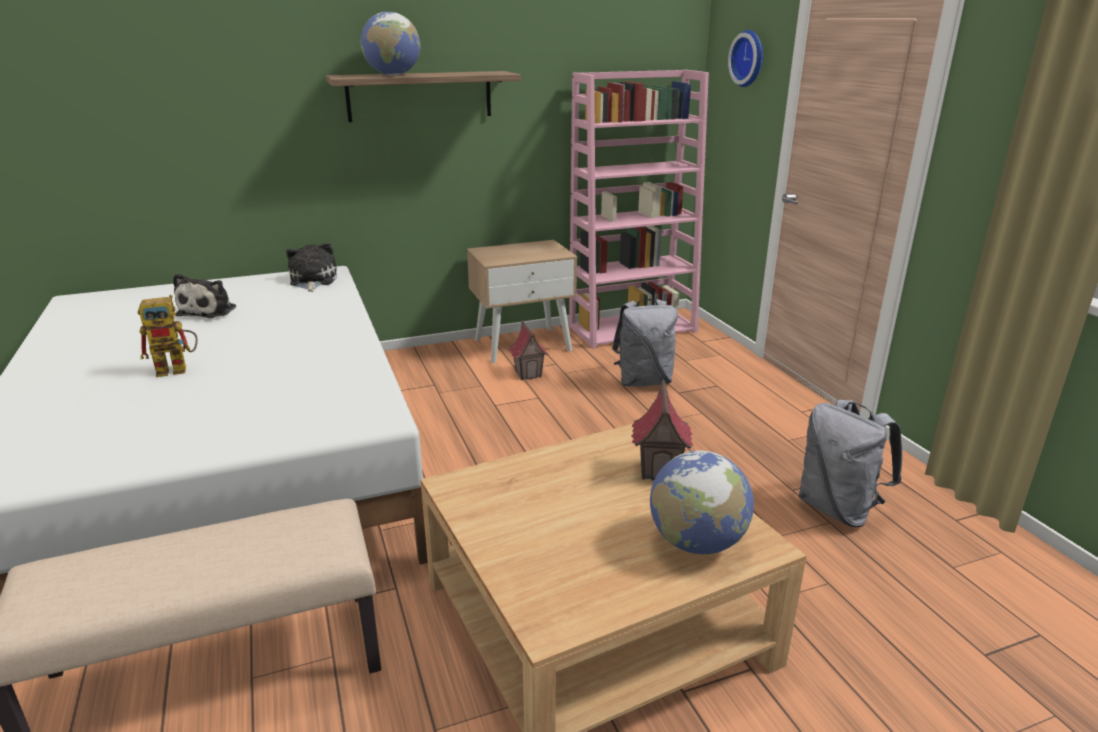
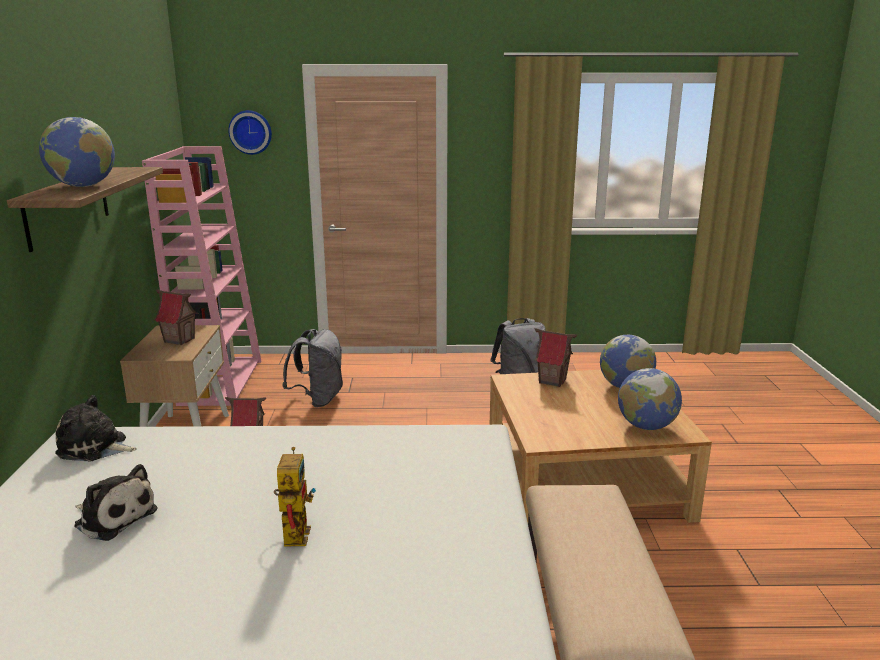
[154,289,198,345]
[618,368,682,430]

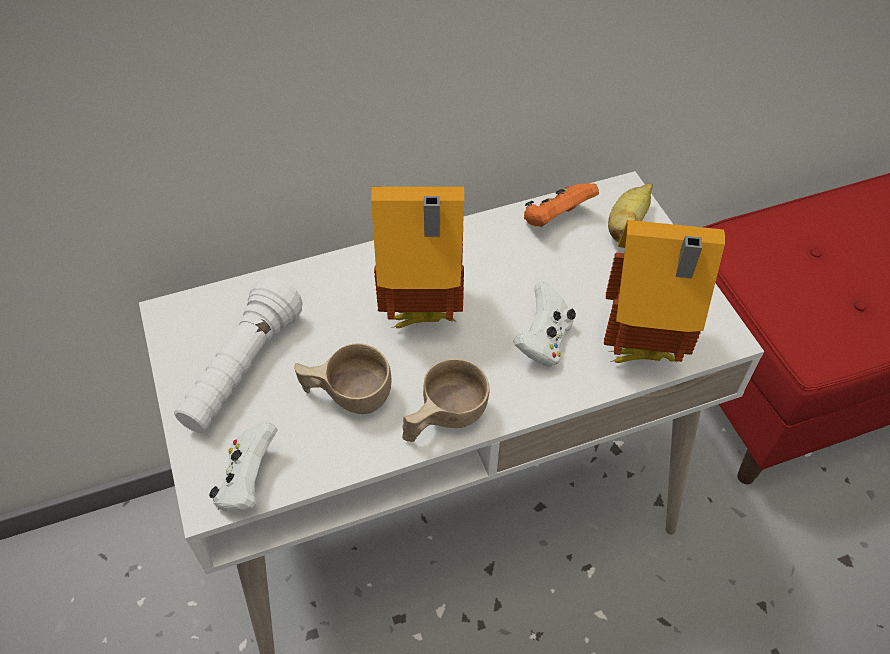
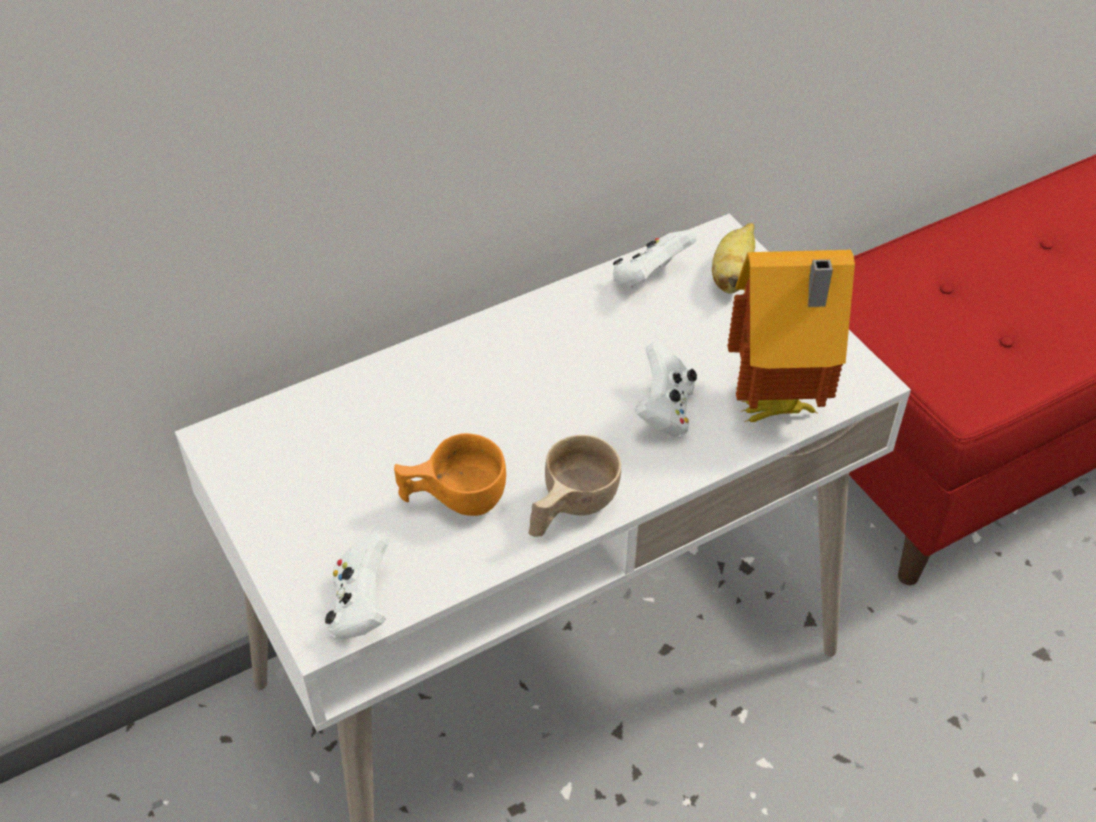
[174,277,302,433] (first image)
[394,433,506,516]
[371,187,464,328] (first image)
[613,230,696,288]

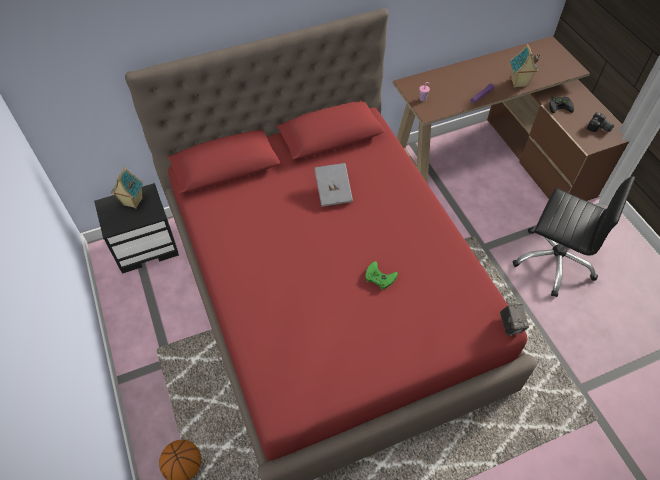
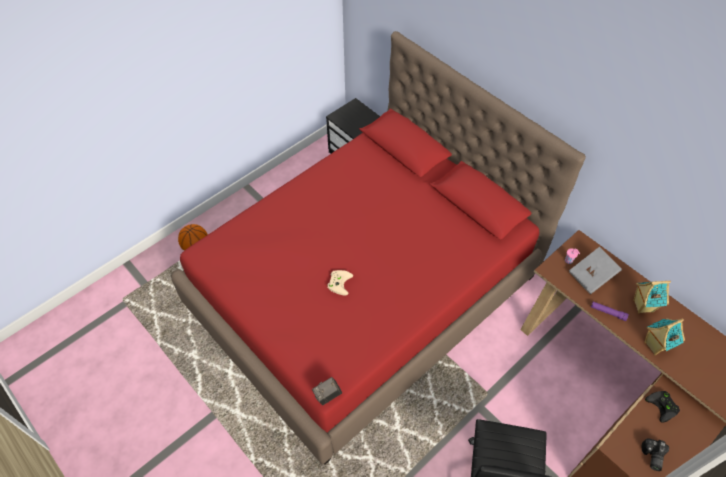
[633,281,671,313]
[569,247,622,294]
[327,270,353,295]

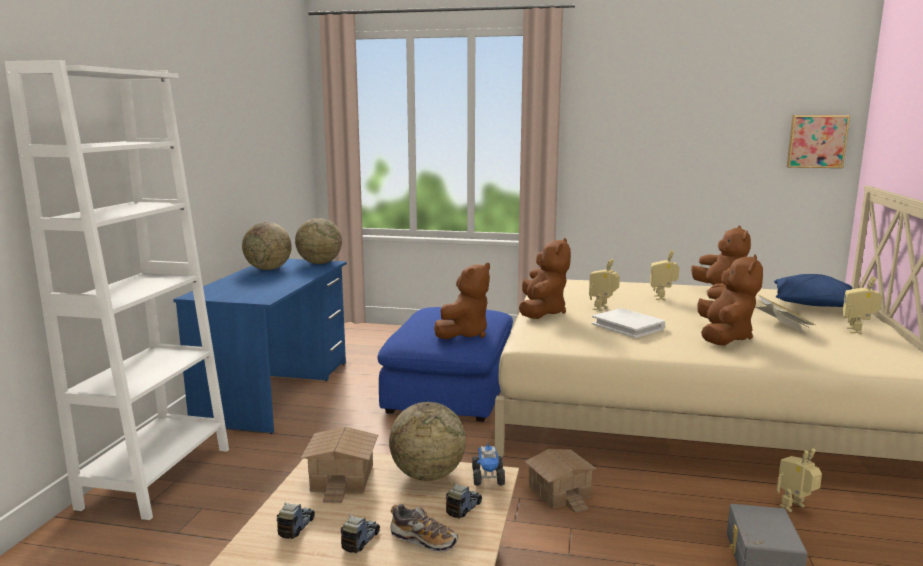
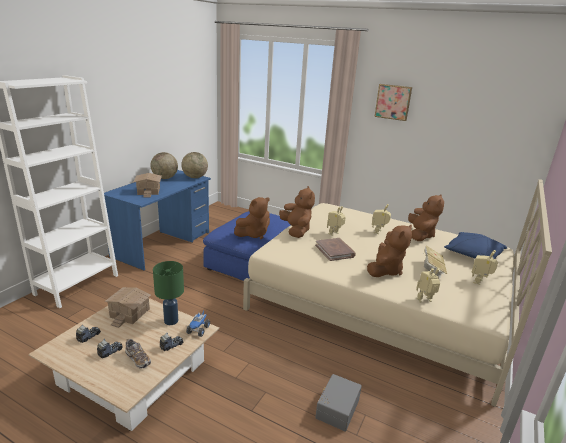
[153,261,184,325]
[279,186,315,238]
[134,173,162,197]
[315,238,356,261]
[416,268,440,303]
[374,84,412,121]

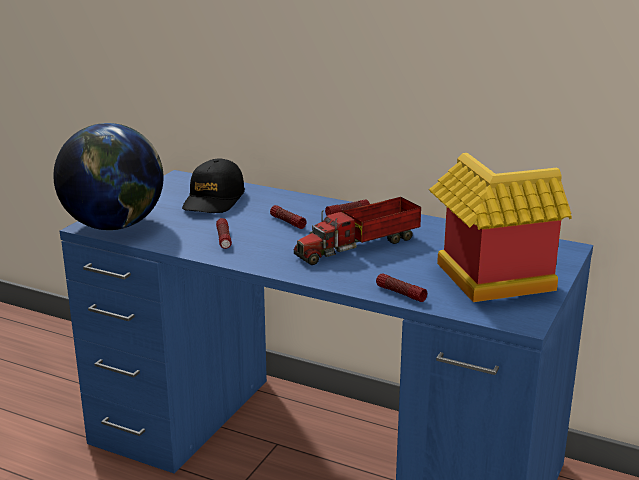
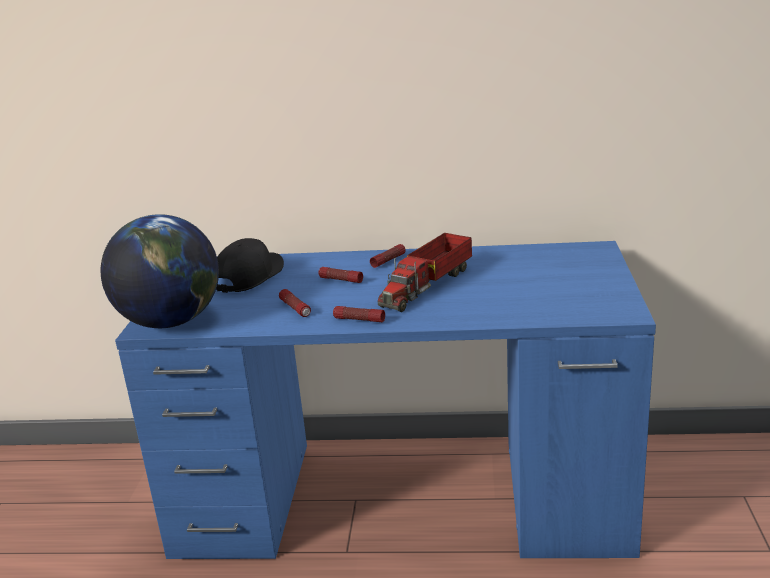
[216,238,284,293]
[333,306,385,322]
[429,153,572,302] (first image)

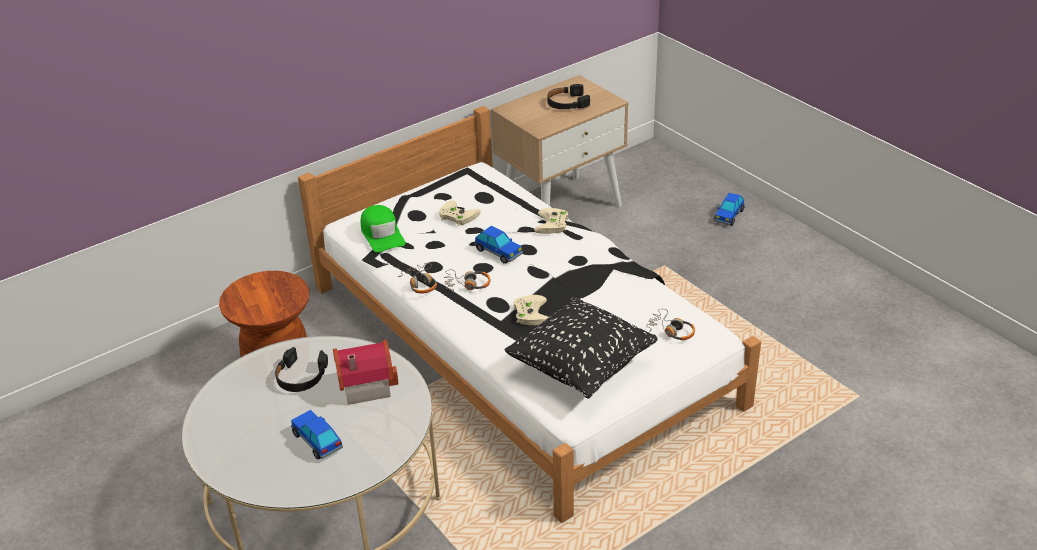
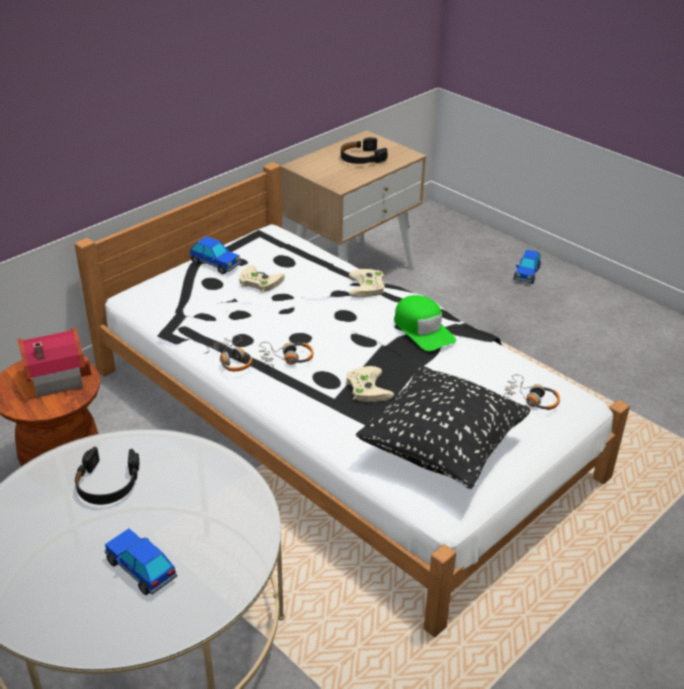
[18,327,91,397]
[394,295,456,351]
[189,236,241,274]

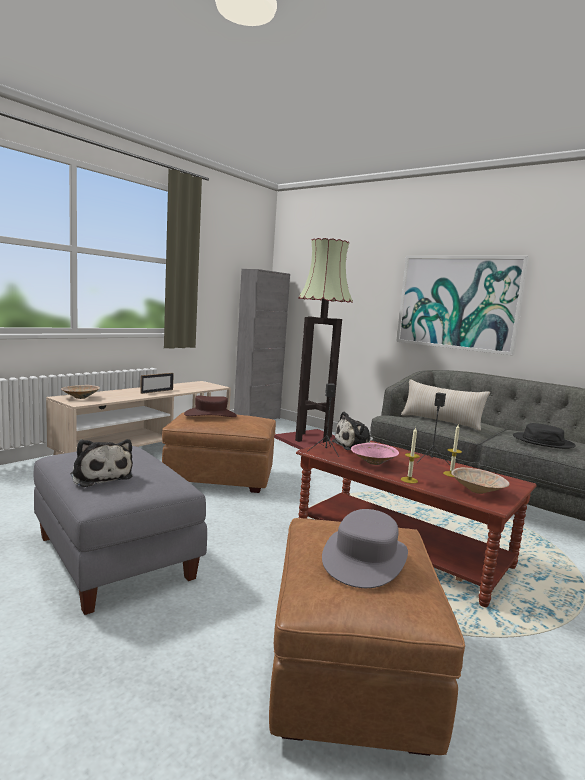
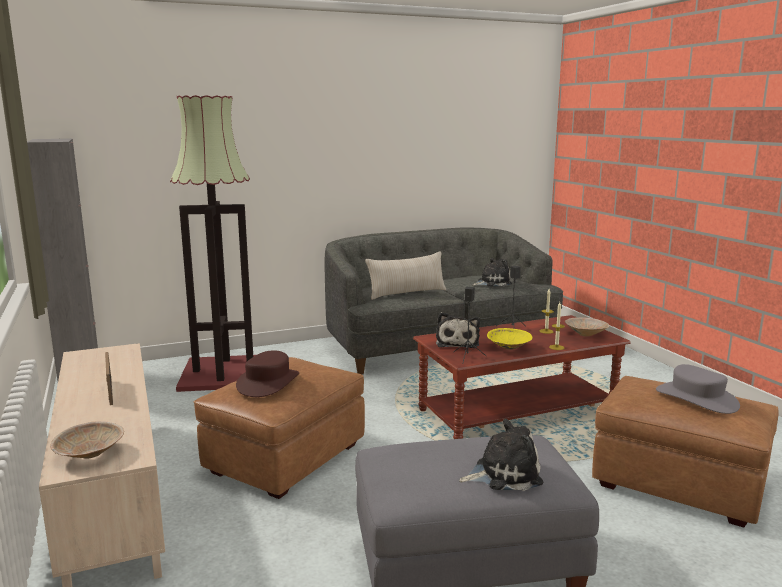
[487,328,533,350]
[396,256,529,355] (first image)
[472,258,512,286]

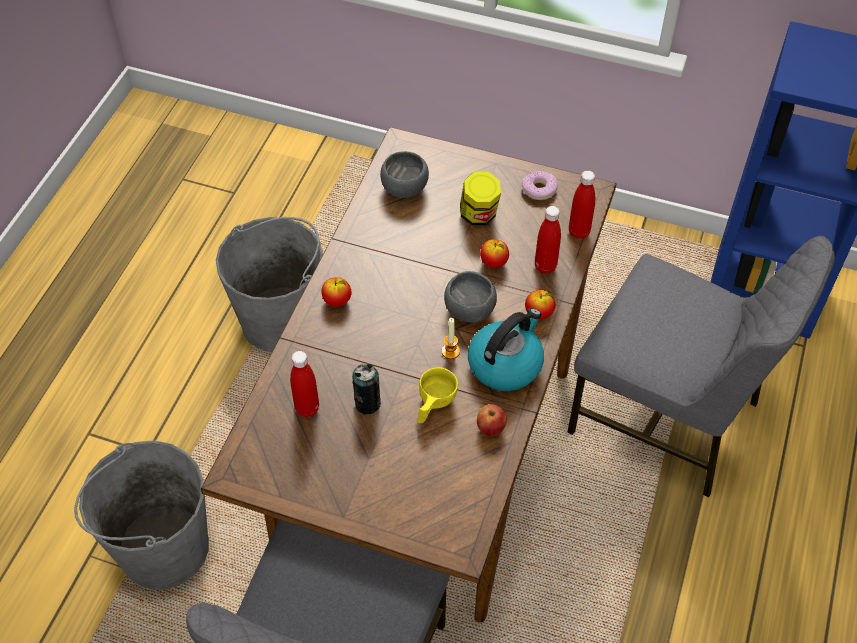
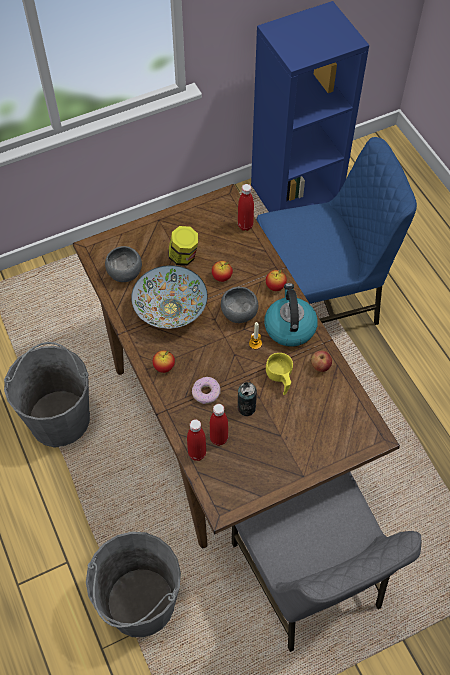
[192,377,221,404]
[187,419,206,461]
[256,137,417,325]
[131,265,208,329]

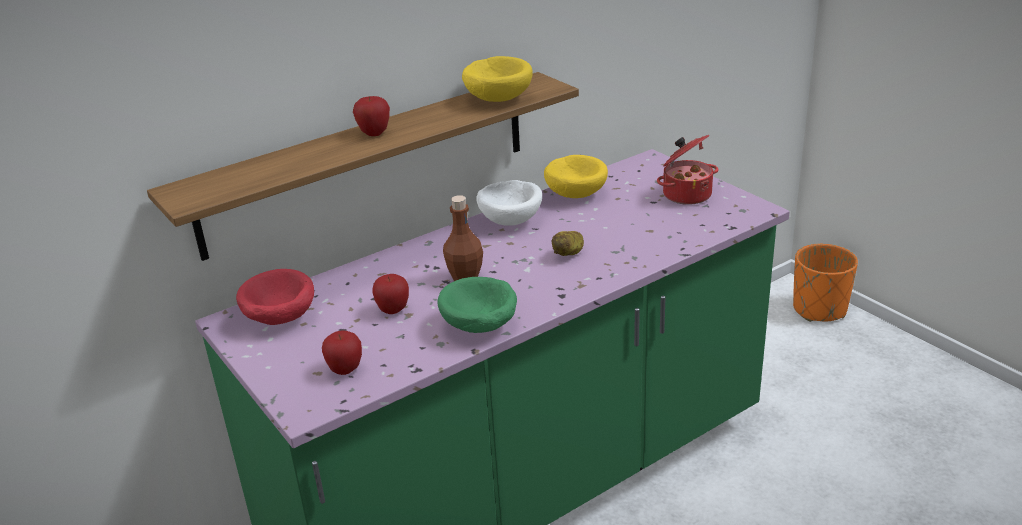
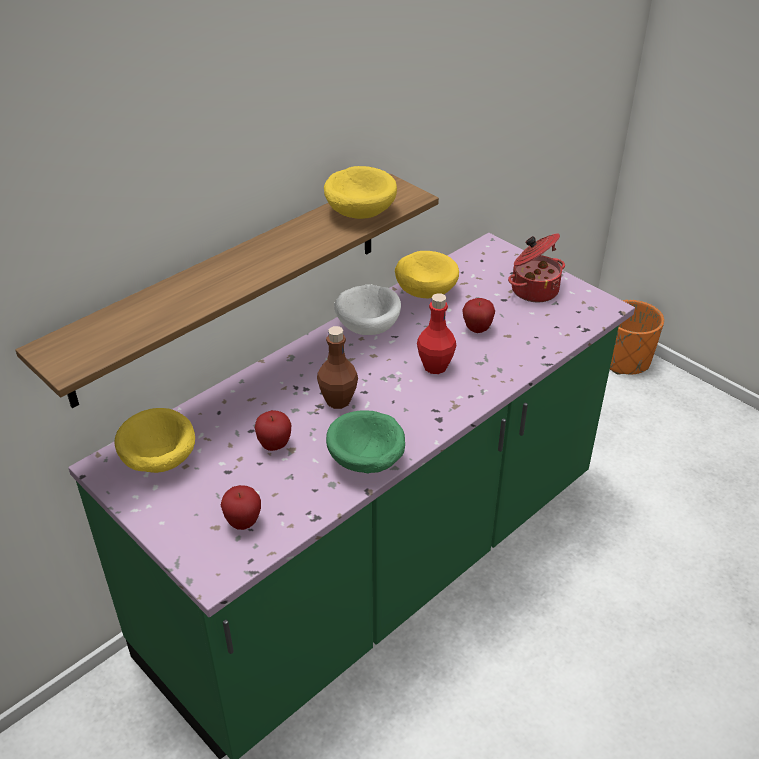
[114,408,195,473]
[462,298,495,333]
[417,293,456,374]

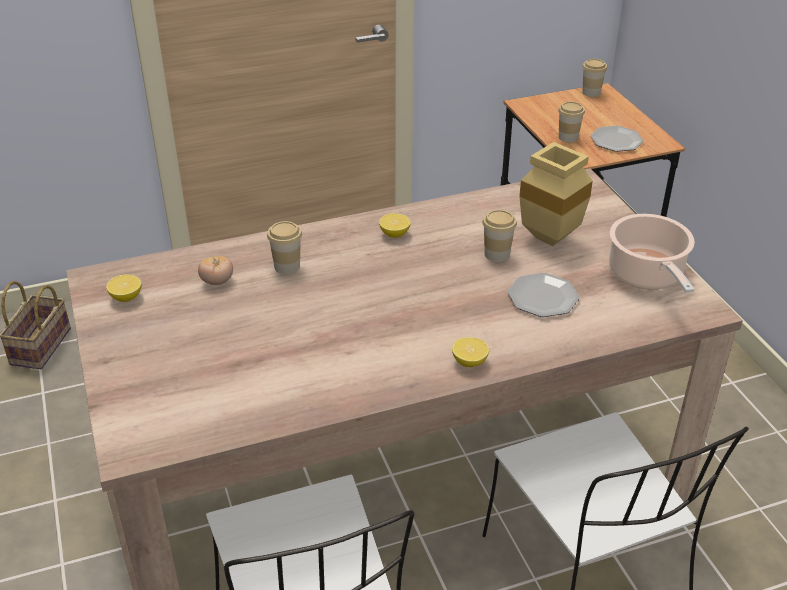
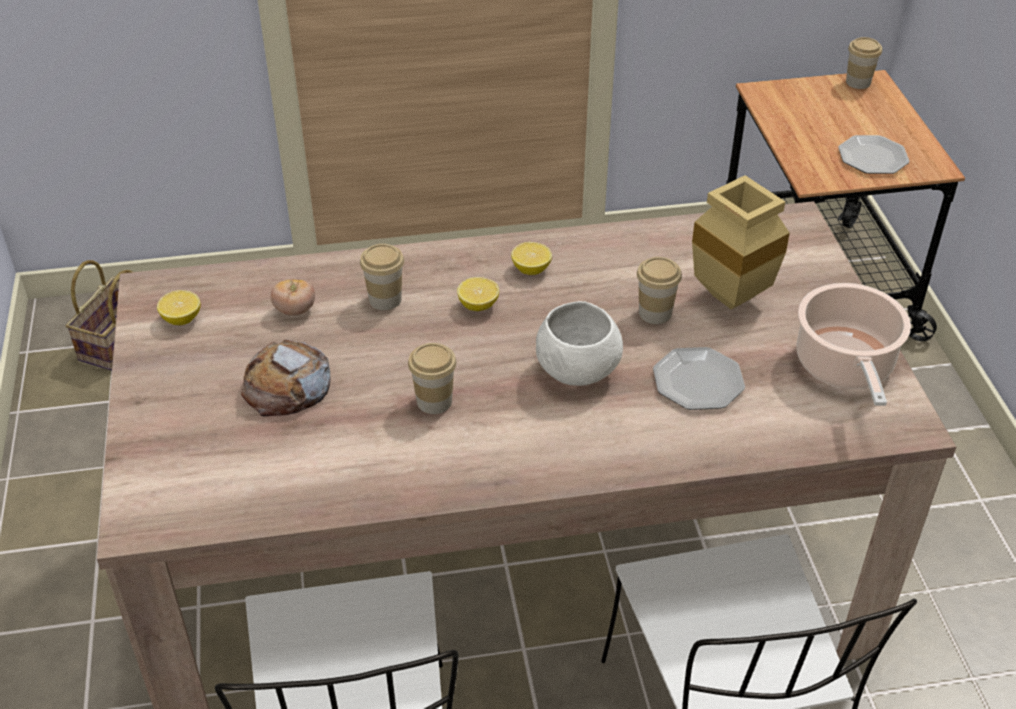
[457,277,499,311]
[408,343,457,414]
[241,340,331,416]
[536,301,623,386]

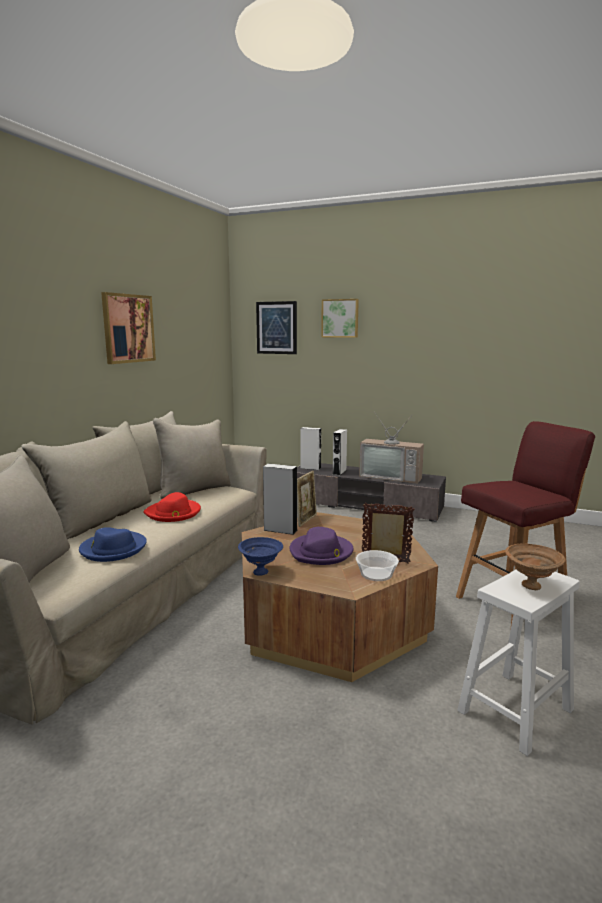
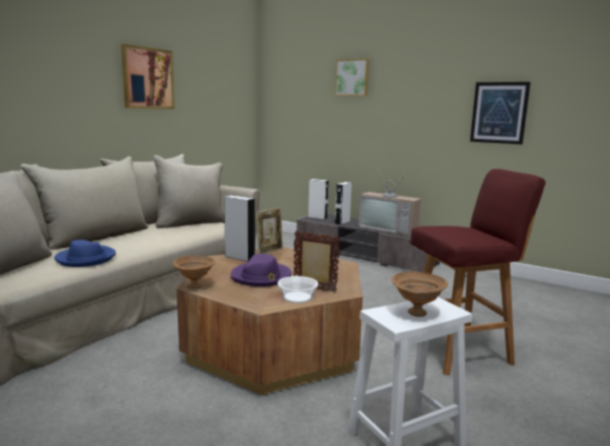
[143,492,201,522] (first image)
[173,255,216,289]
[470,82,531,144]

